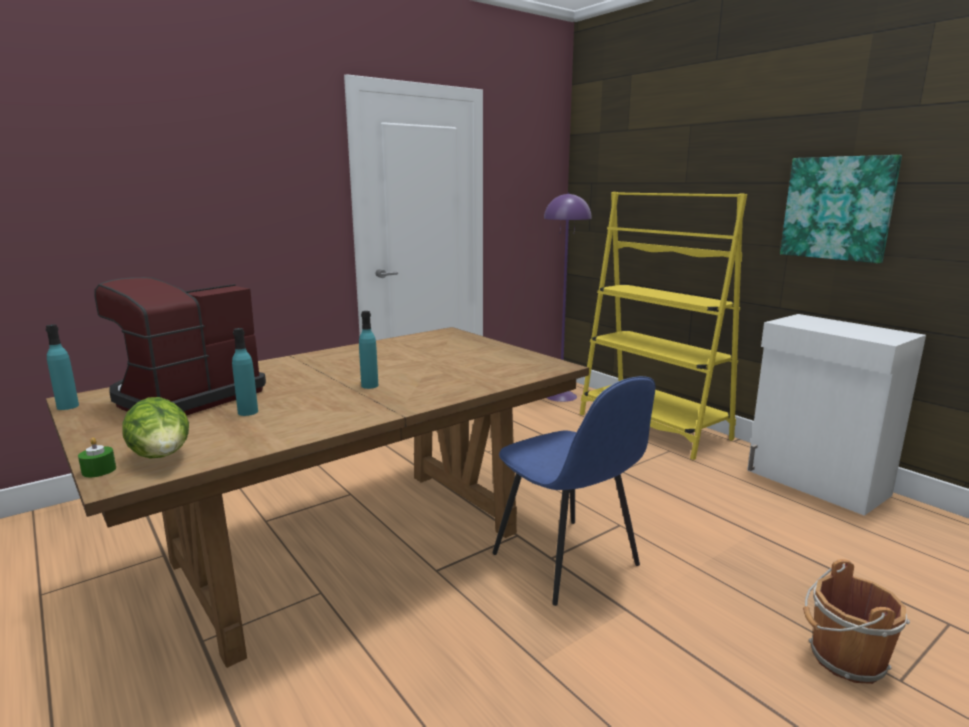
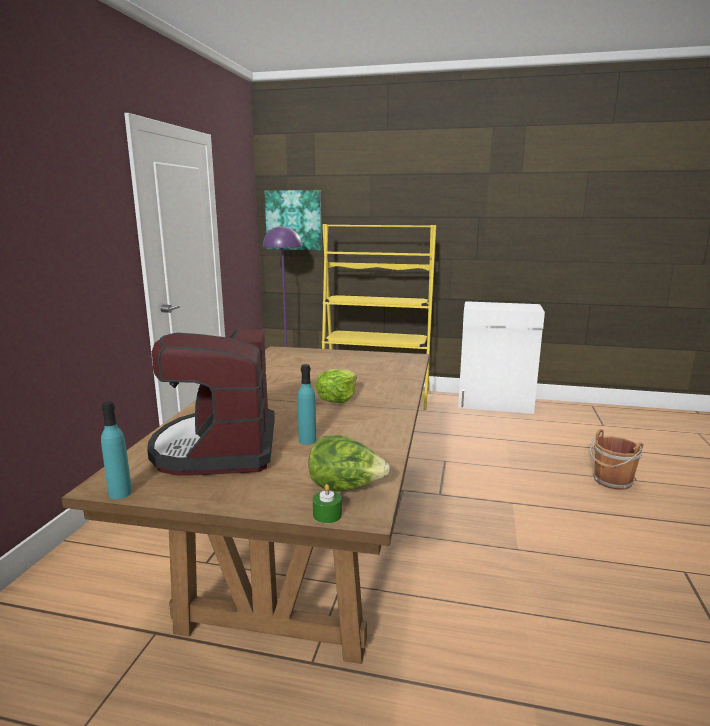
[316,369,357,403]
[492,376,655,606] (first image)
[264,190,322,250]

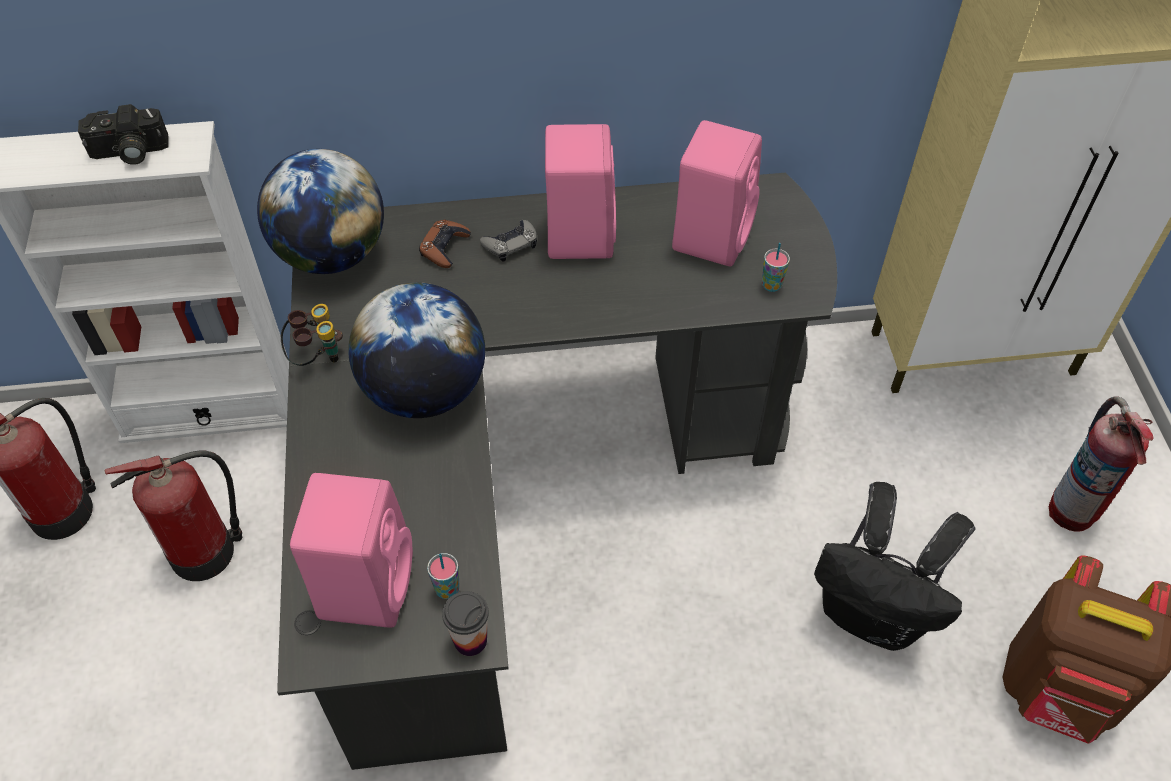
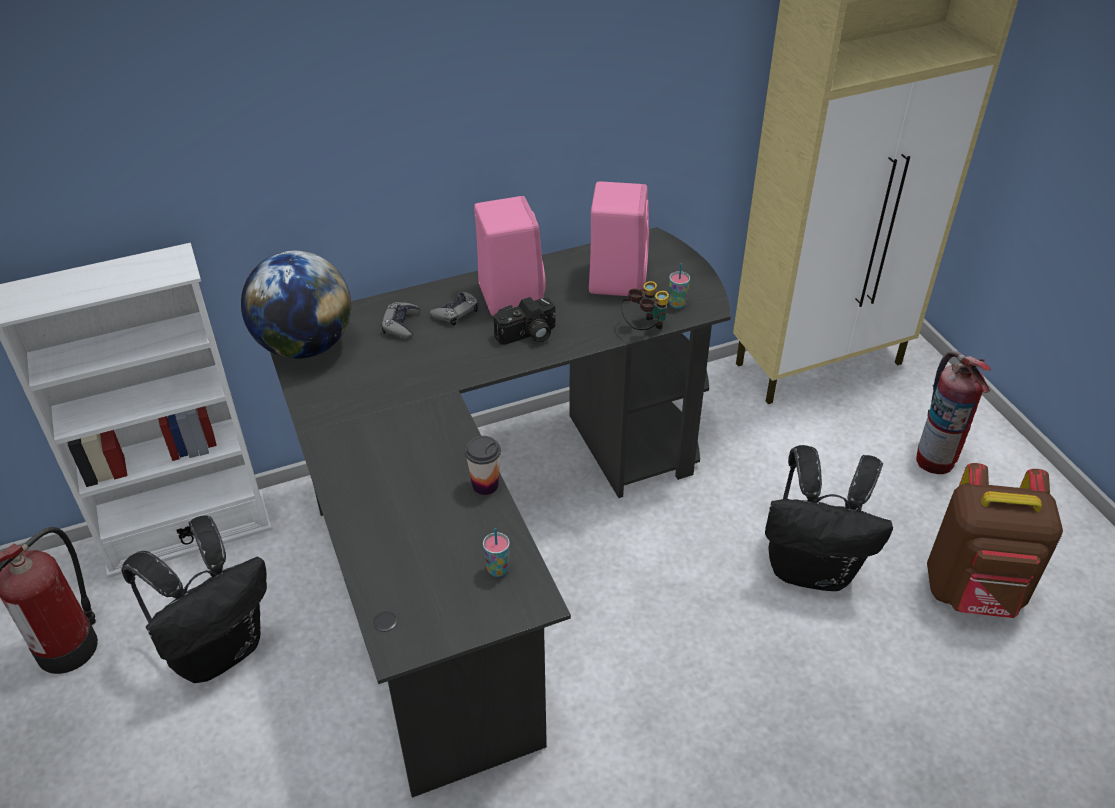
[493,297,556,345]
[121,515,267,683]
[621,281,669,330]
[290,473,413,628] (first image)
[348,282,485,418] (first image)
[381,302,420,339]
[465,436,501,495]

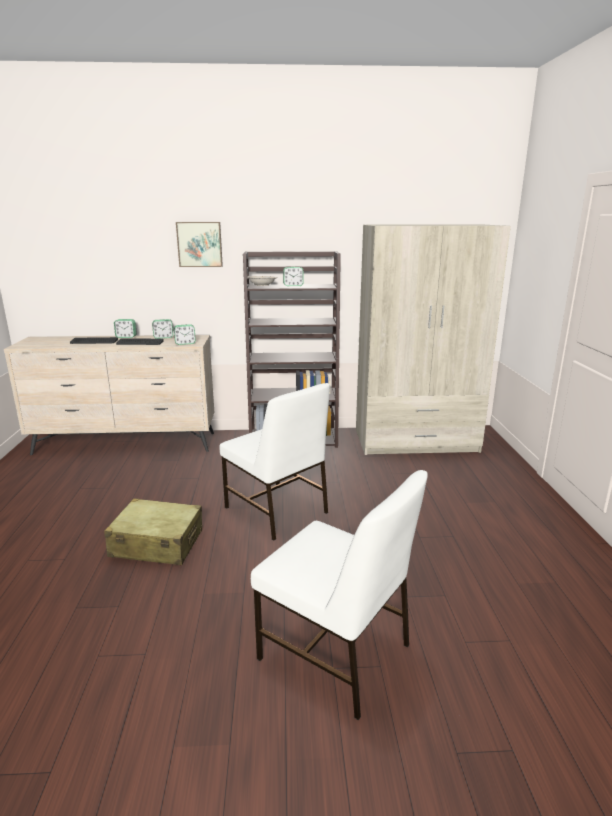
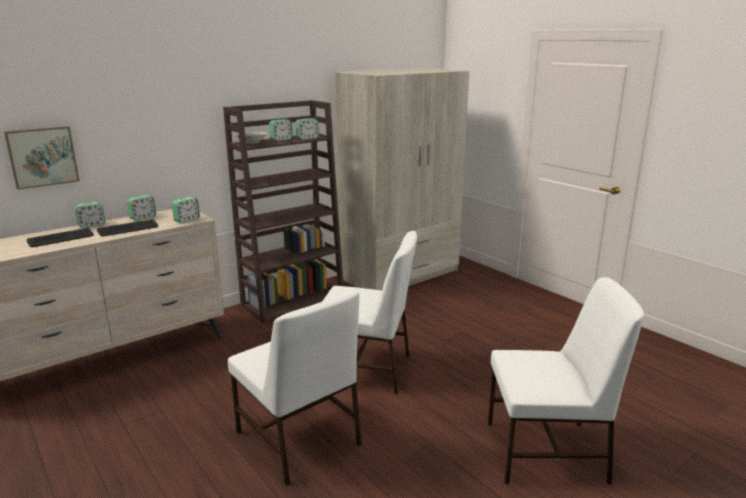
[228,291,362,486]
[4,126,79,190]
[296,118,319,140]

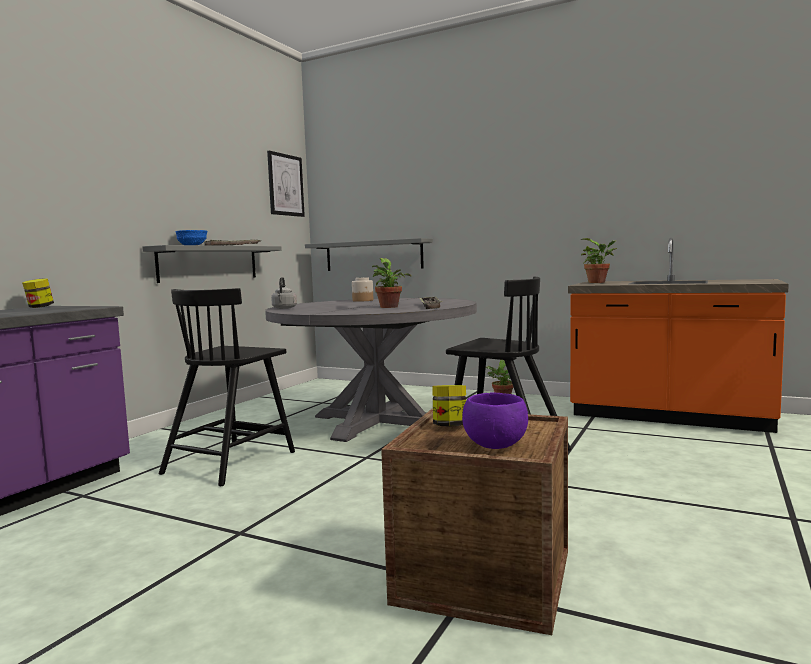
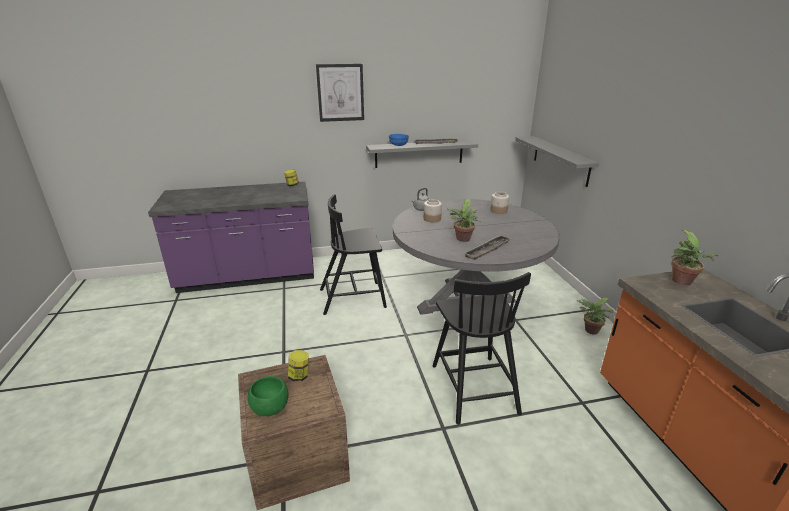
[316,64,364,122]
[248,376,289,416]
[424,199,442,222]

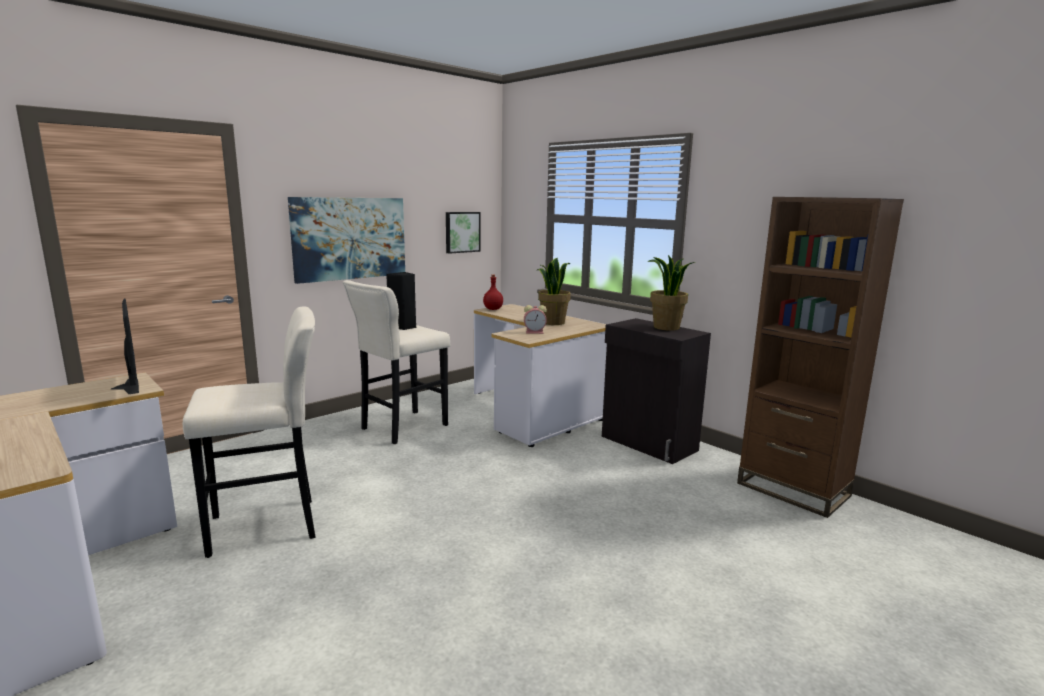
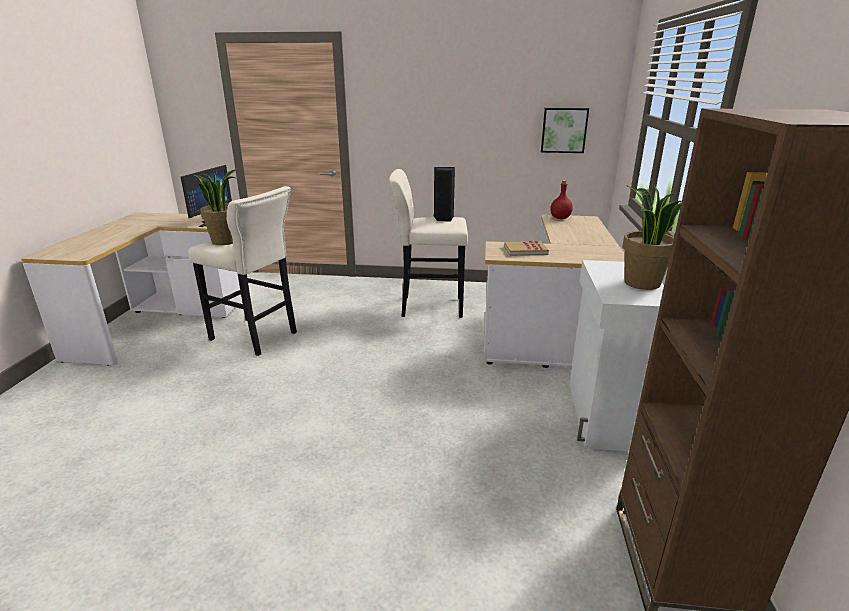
[288,197,405,284] (first image)
[504,241,549,256]
[194,169,237,245]
[570,260,664,452]

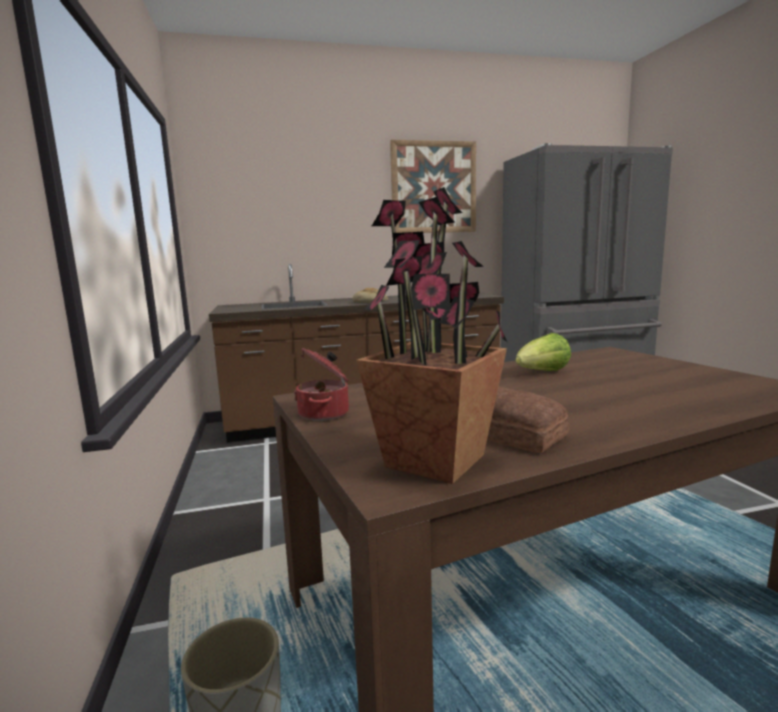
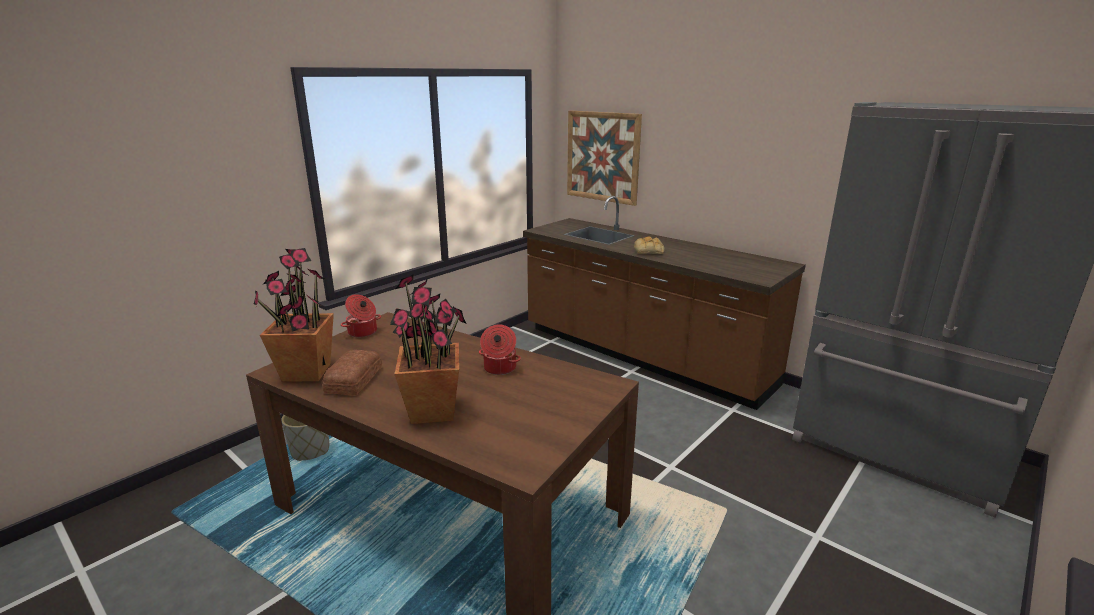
[567,111,642,206]
[479,324,521,375]
[390,274,466,424]

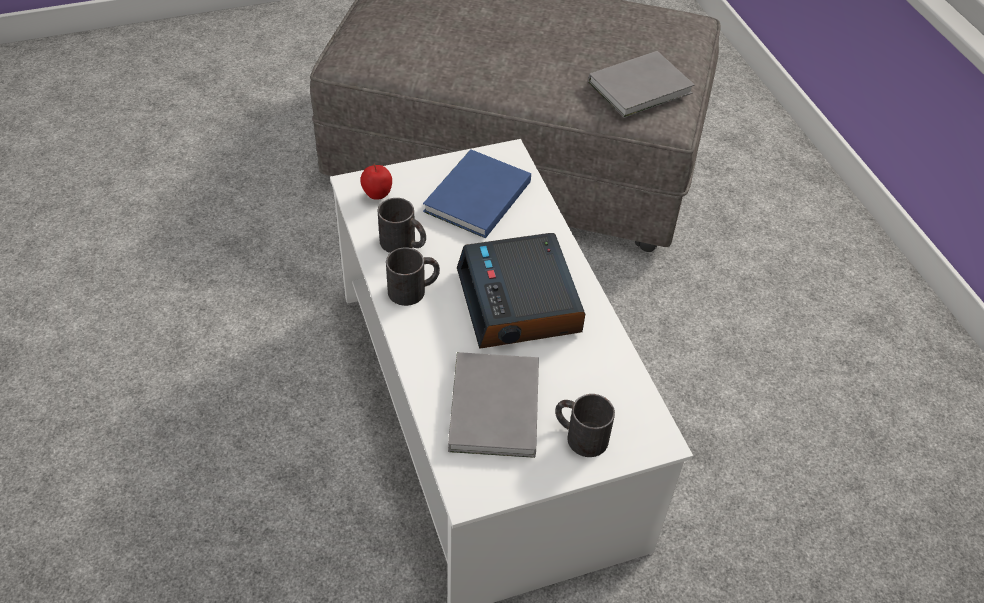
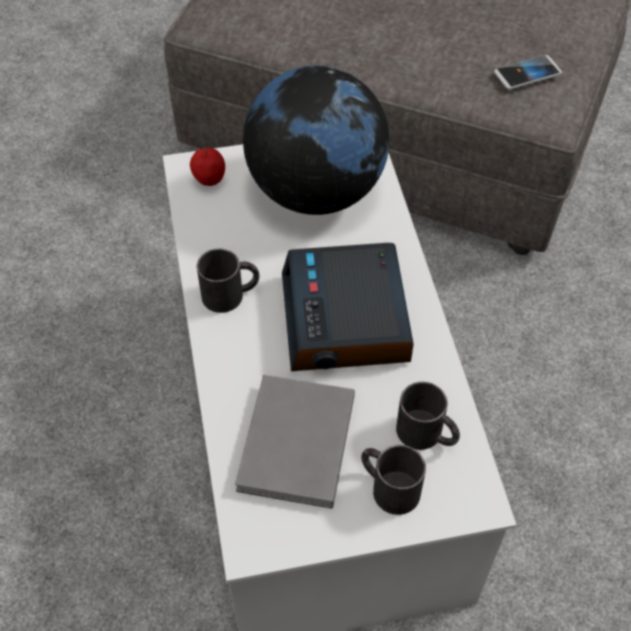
[396,382,460,450]
[243,66,389,215]
[494,55,562,90]

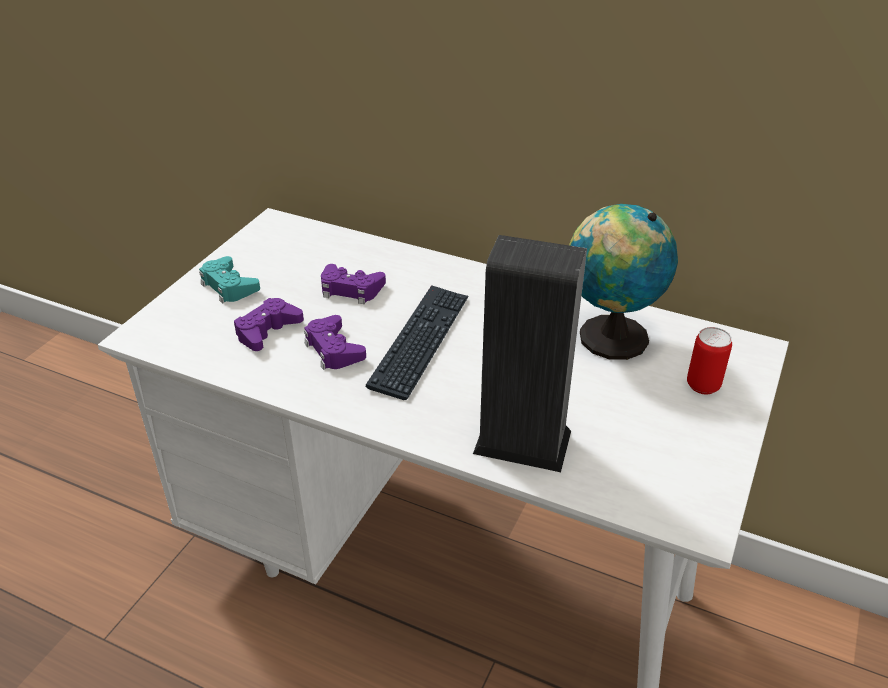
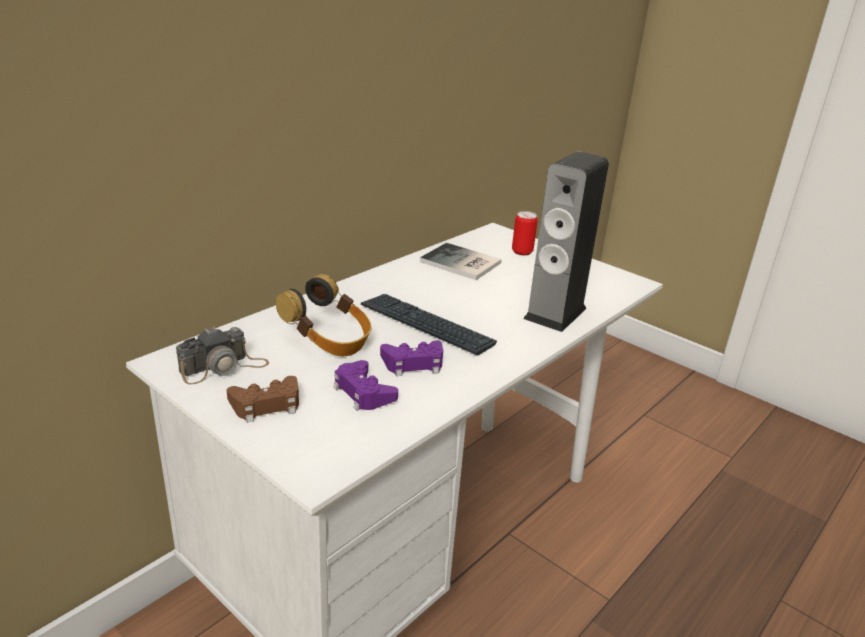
[227,376,299,423]
[276,274,372,356]
[420,243,502,280]
[176,327,269,385]

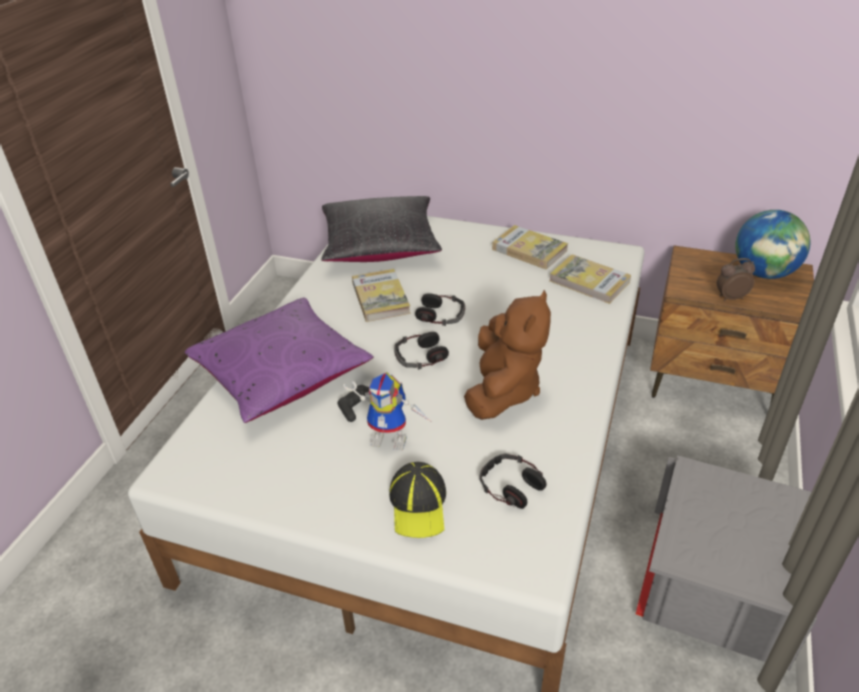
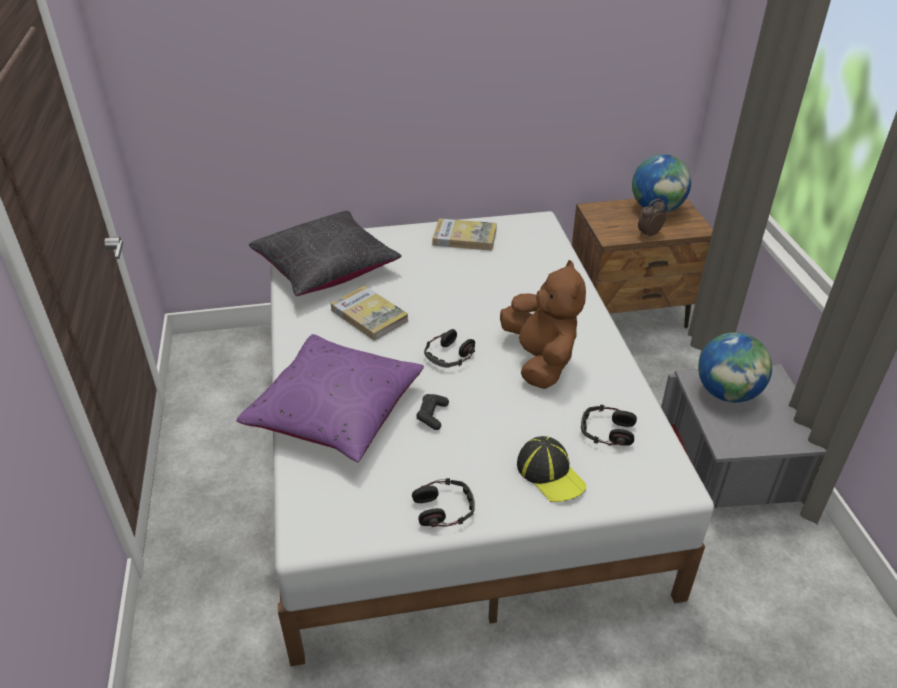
[342,372,432,450] (first image)
[412,478,475,527]
[550,254,631,304] (first image)
[698,332,772,403]

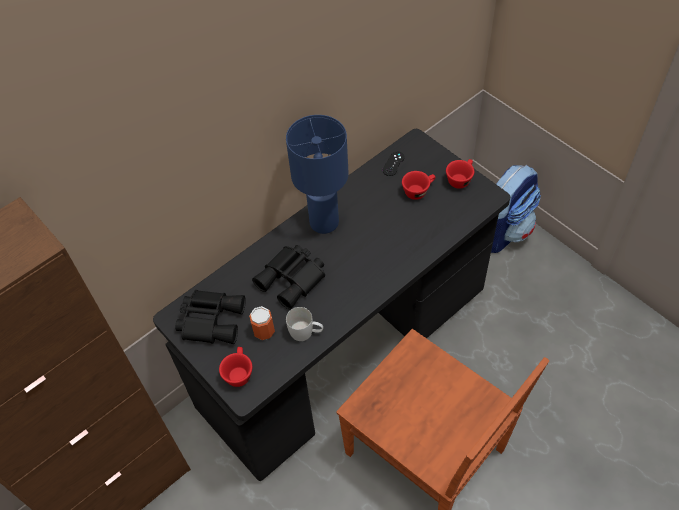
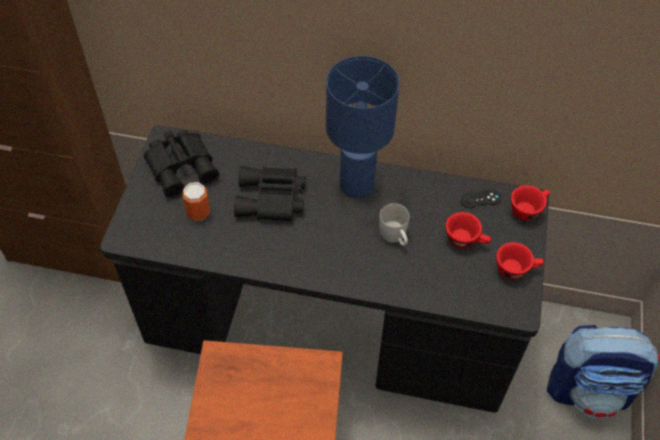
[511,185,550,221]
[379,203,409,246]

